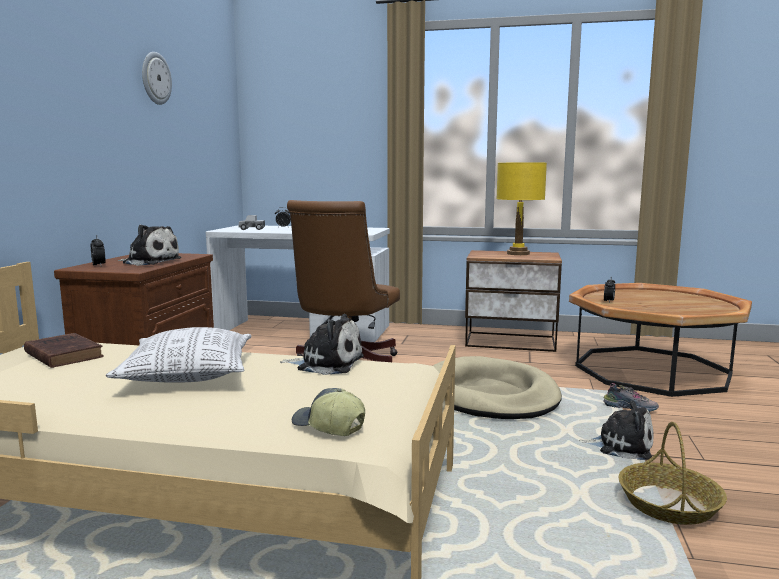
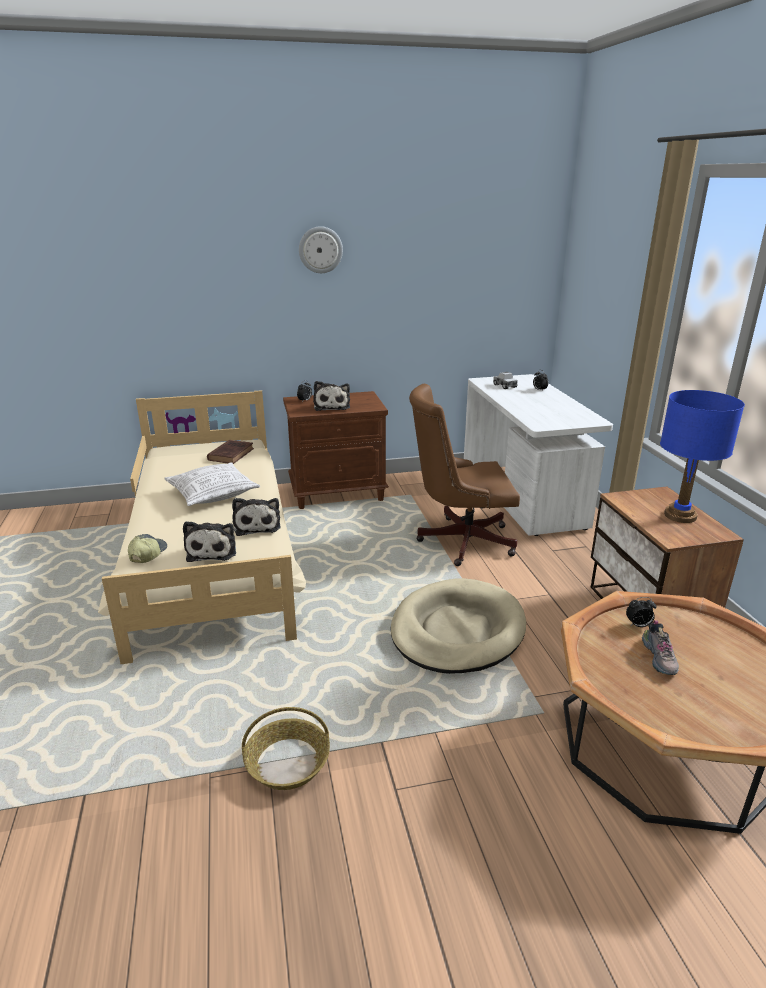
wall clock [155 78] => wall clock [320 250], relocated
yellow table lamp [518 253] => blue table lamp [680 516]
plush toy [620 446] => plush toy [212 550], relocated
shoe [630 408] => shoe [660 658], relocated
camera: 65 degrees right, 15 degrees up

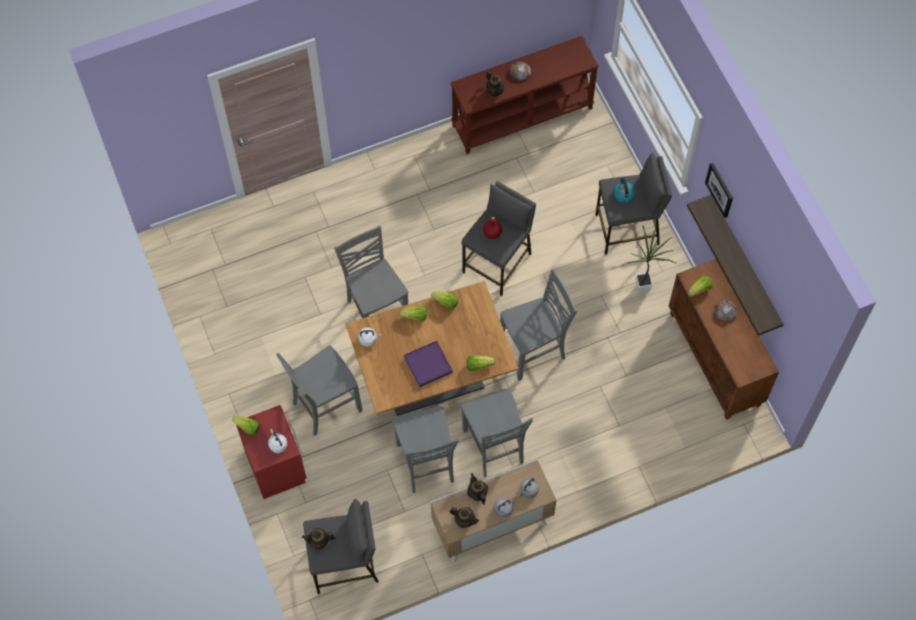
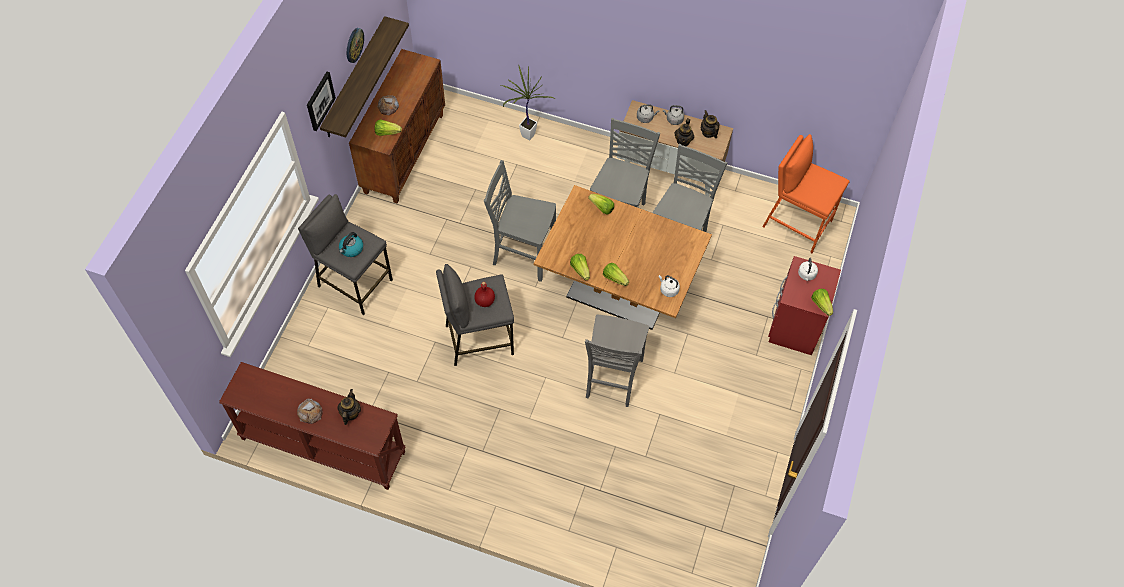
grey chair [325 406] => nothing
teapot [319 542] => nothing
grey stool [345 565] => orange stool [797 223]
purple tray [428 365] => nothing
potted plant [643 286] => potted plant [525 136], relocated
nothing => wall clock [354 45]
camera: 140 degrees left, 5 degrees down

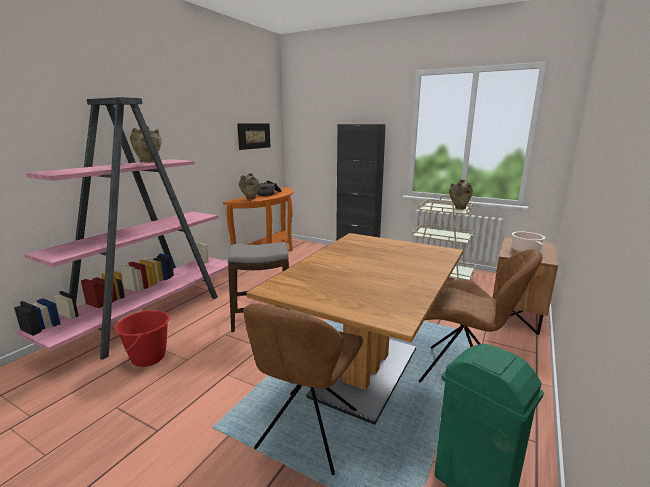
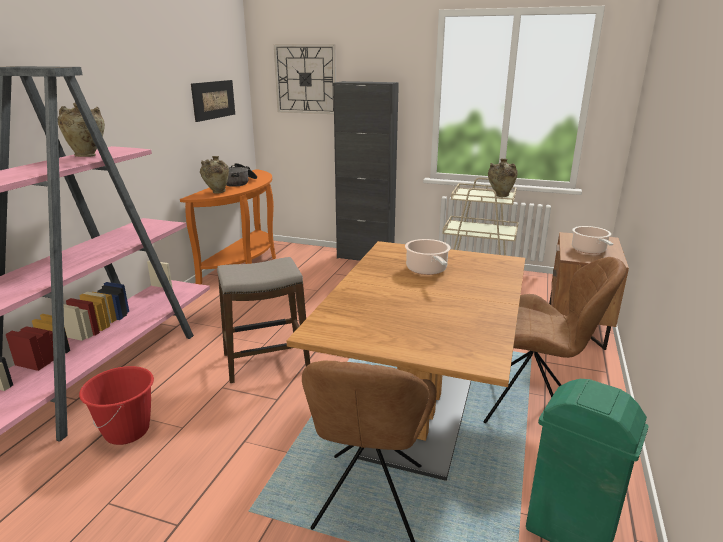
nothing => wall clock [305 79]
nothing => cooking pot [427 270]
camera: 10 degrees left, 5 degrees up

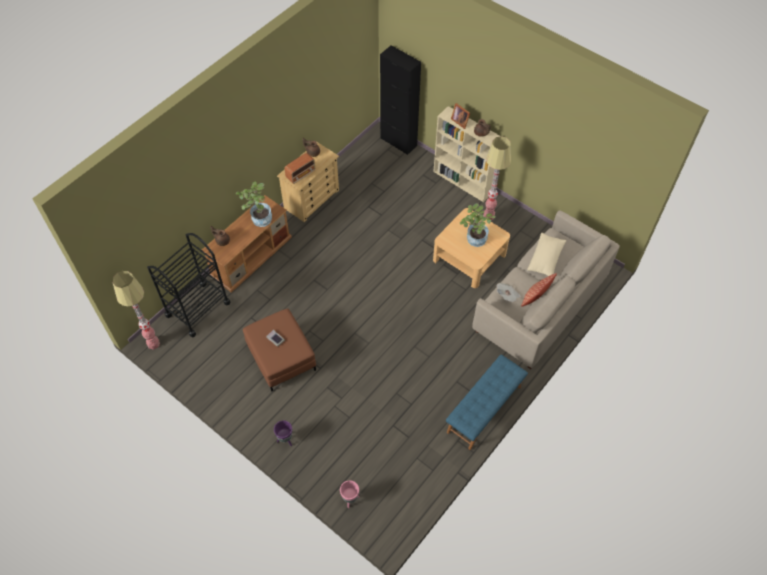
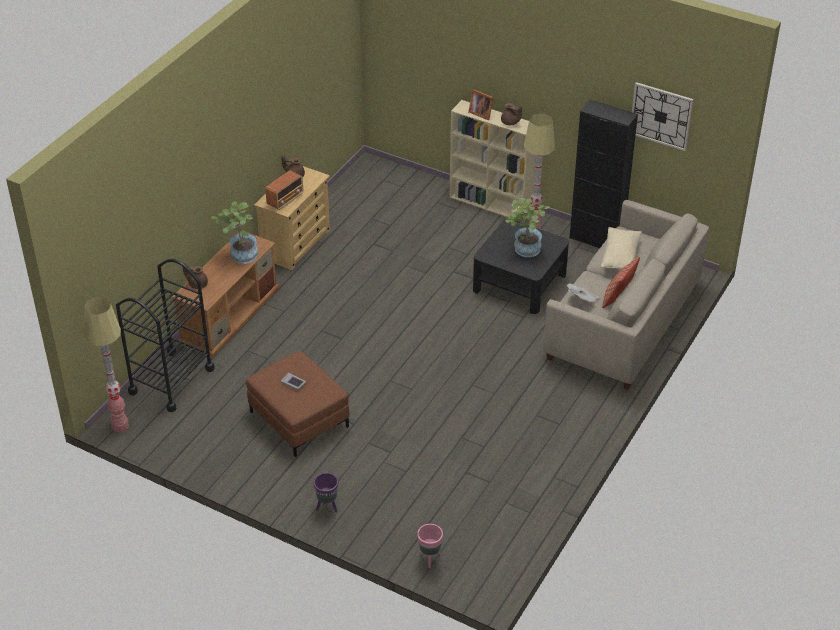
black cabinet [398 142] => black cabinet [596 240], relocated
beige coffee table [469 257] => black coffee table [519 283]
blue bench [484 409] => nothing
nothing => wall clock [661 116]
camera: 10 degrees left, 15 degrees down

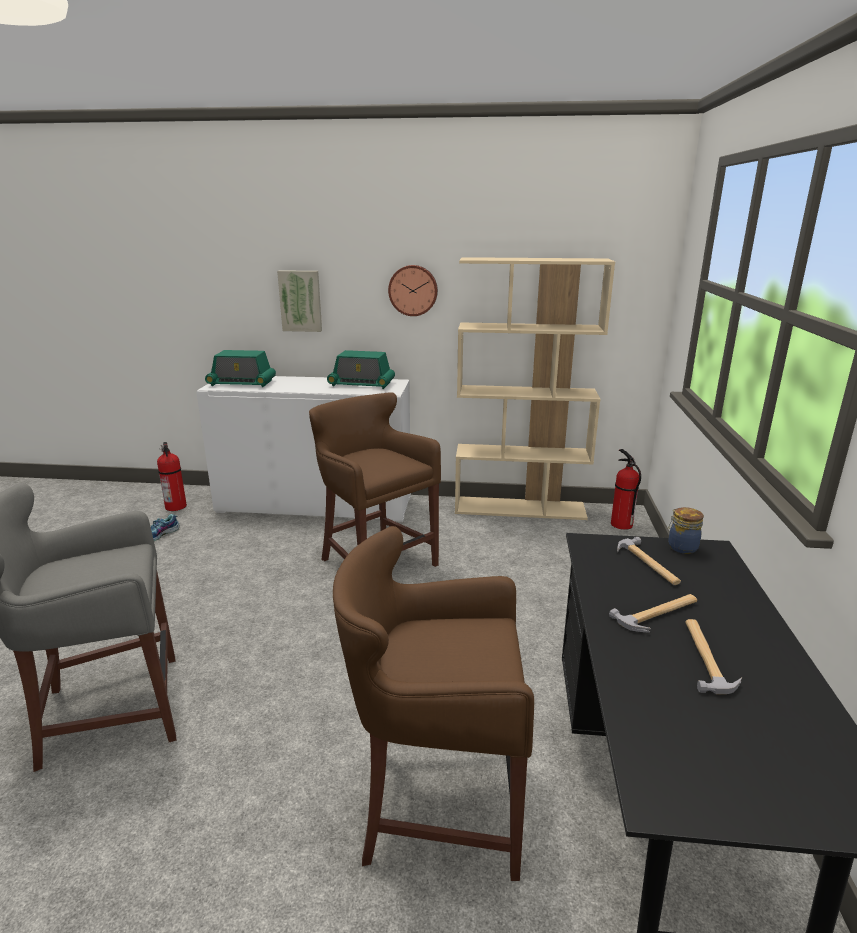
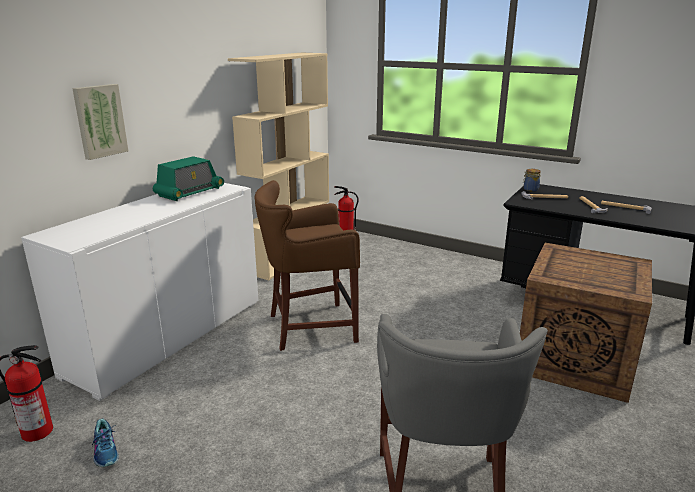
radio [241 383] => nothing
brown stool [435 804] => crate [573 360]
wall clock [413 290] => nothing
camera: 65 degrees left, 0 degrees up

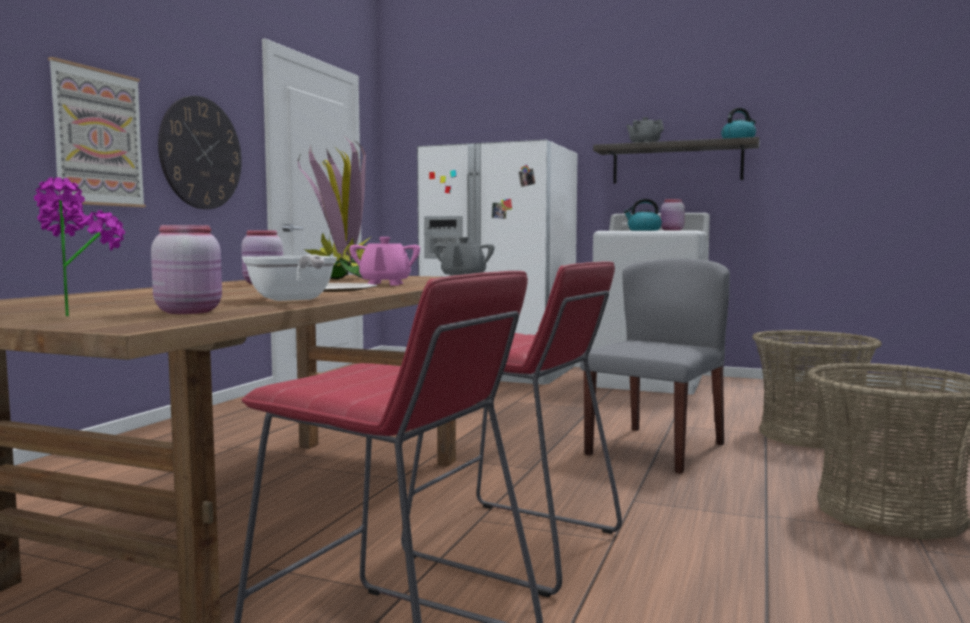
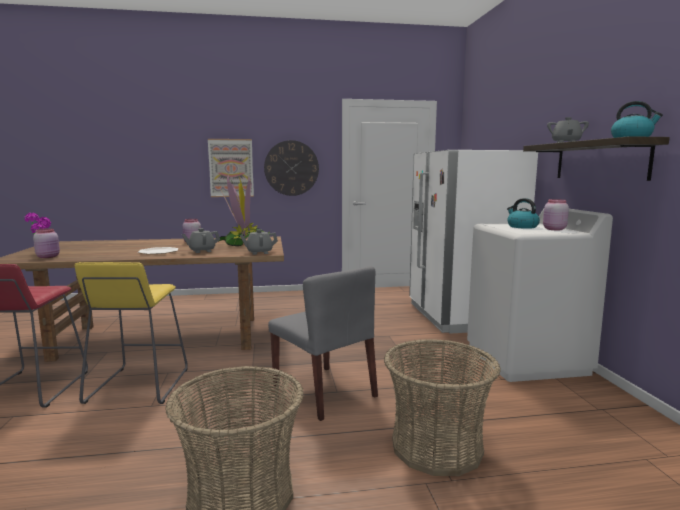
frying pan [292 300] => nothing
pink teapot [385 284] => grey teapot [202 251]
red stool [514 545] => yellow stool [139 386]
grey chair [655 448] => grey chair [325 391], 45 degrees clockwise
camera: 60 degrees right, 5 degrees up

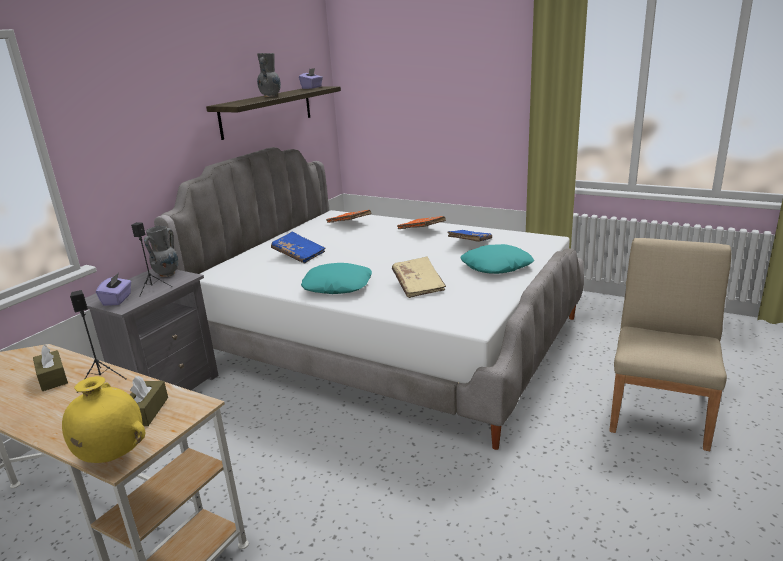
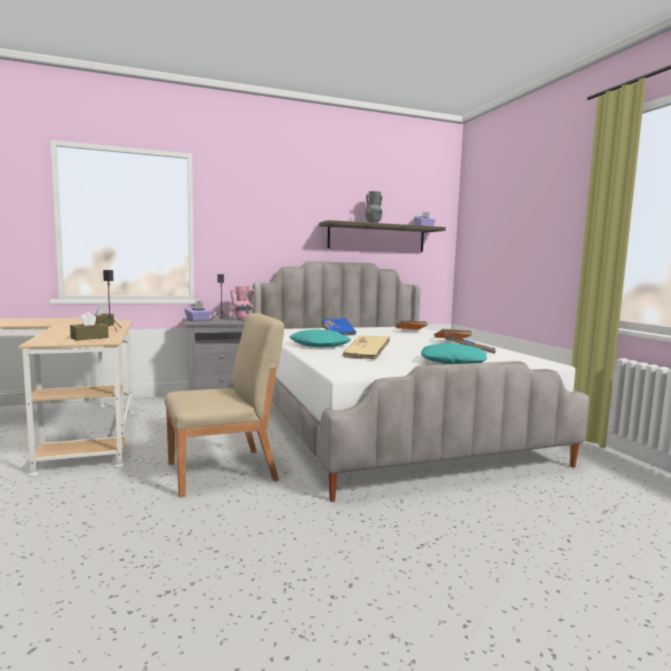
yellow vase [112 456] => nothing
grey vase [166 274] => pink vase [242 319]
beige chair [660 410] => beige chair [223 471], relocated
camera: 40 degrees right, 15 degrees down

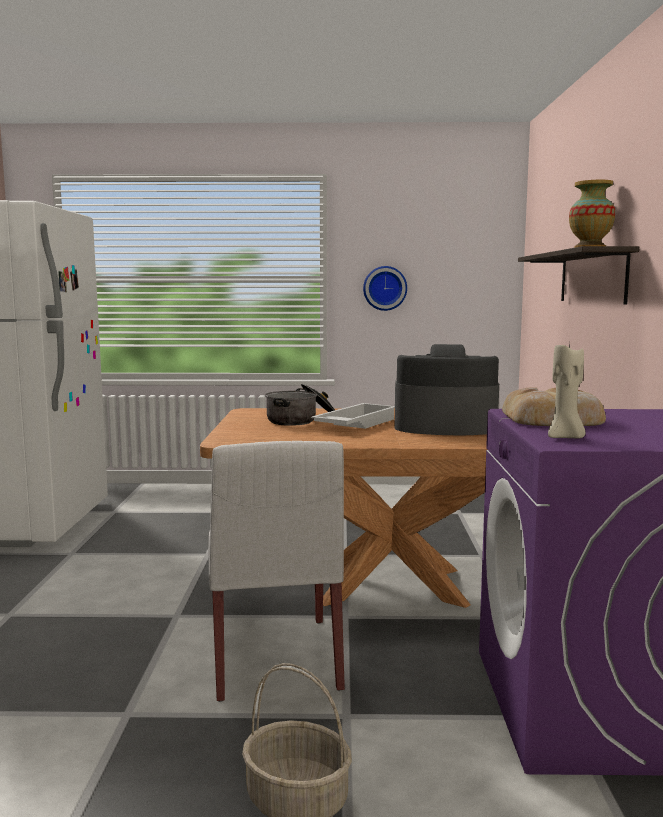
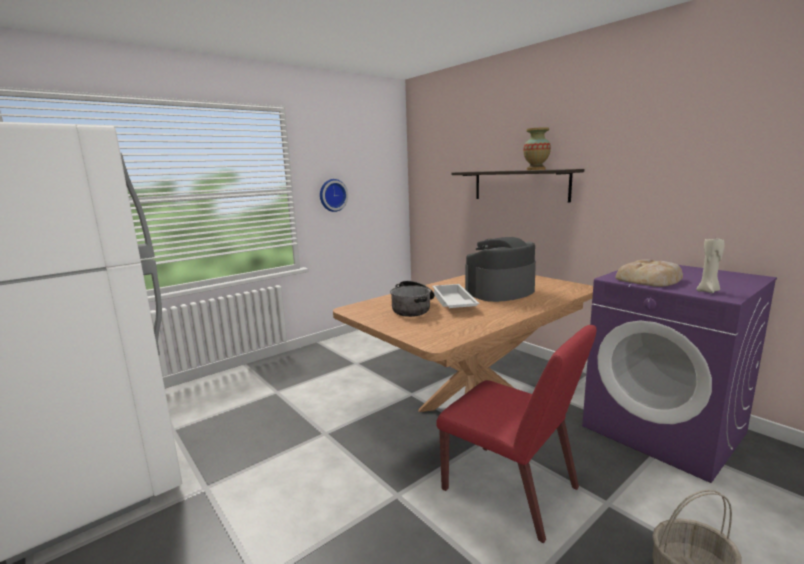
white chair [275 659] => red chair [511 490]
camera: 40 degrees left, 5 degrees up

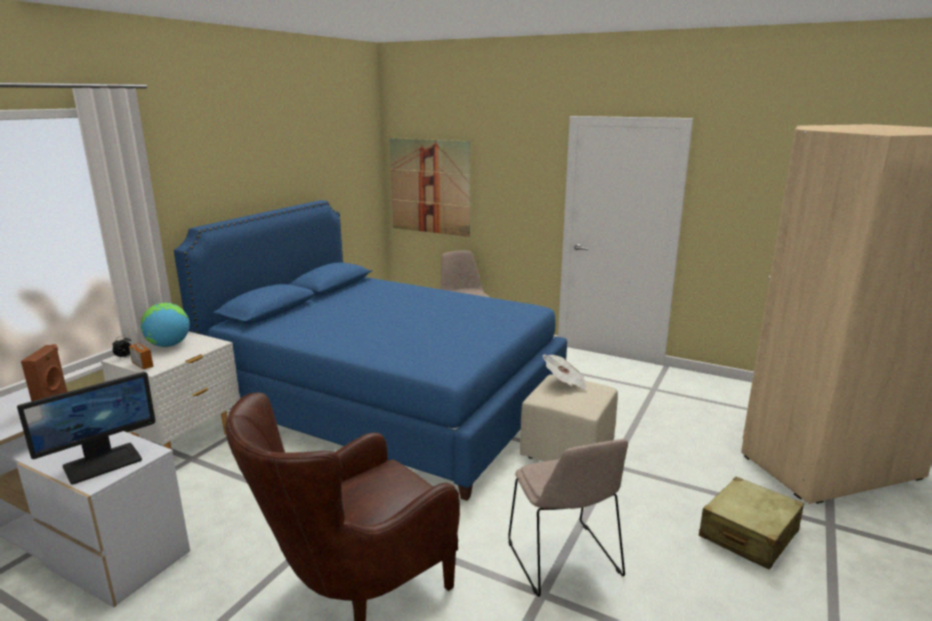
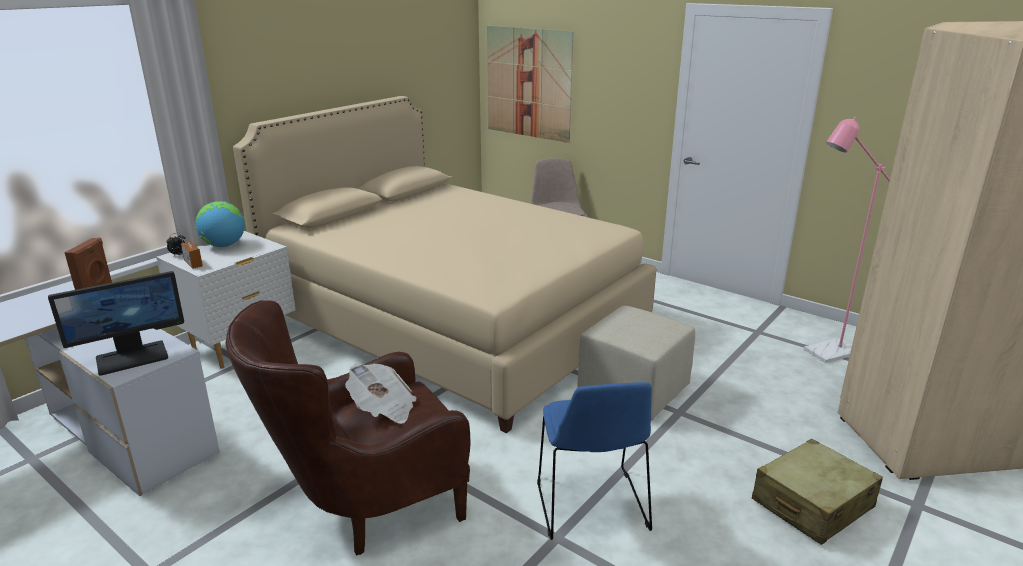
blue bed [388 402] => beige bed [453 322]
beige chair [564 561] => blue chair [591 507]
newspaper [565 383] => newspaper [383 408], relocated
nothing => pink floor lamp [824 354]
camera: 10 degrees right, 5 degrees up

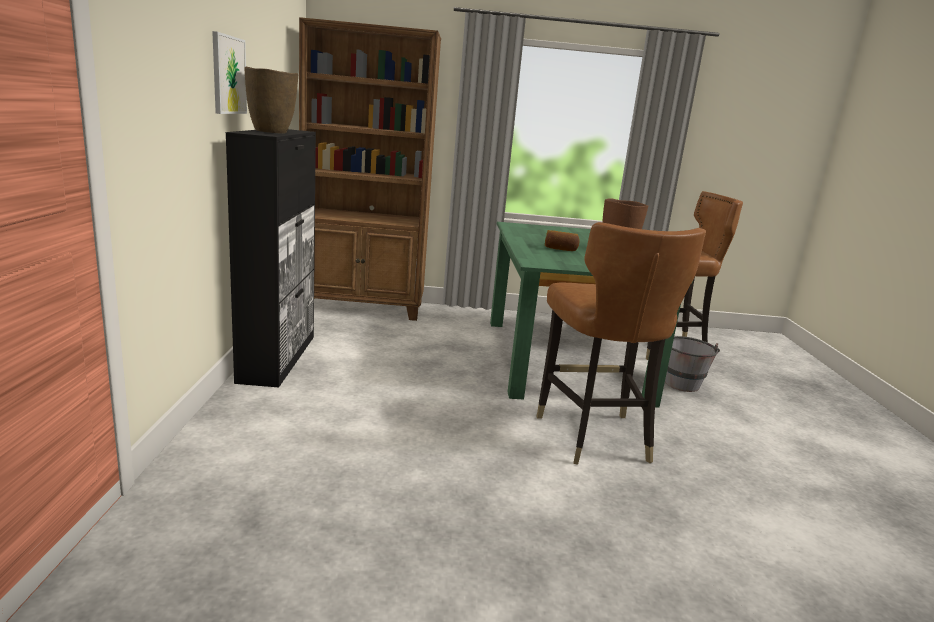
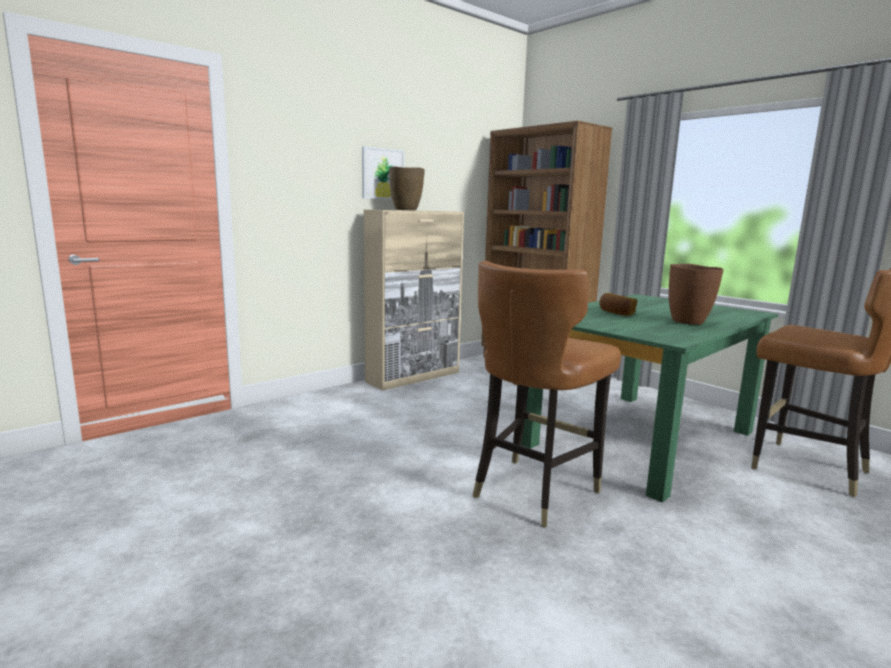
black cabinet [278 358] => beige cabinet [414 377]
grey bucket [681 381] => nothing
camera: 50 degrees right, 5 degrees down

